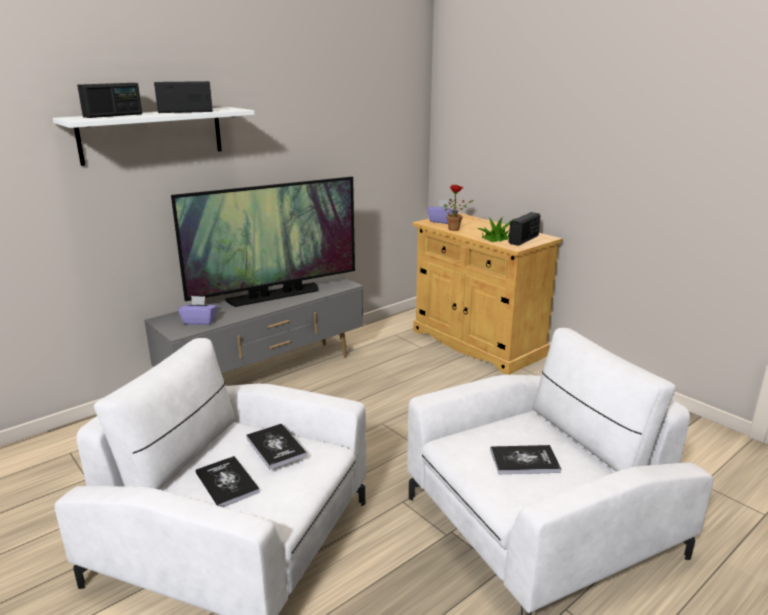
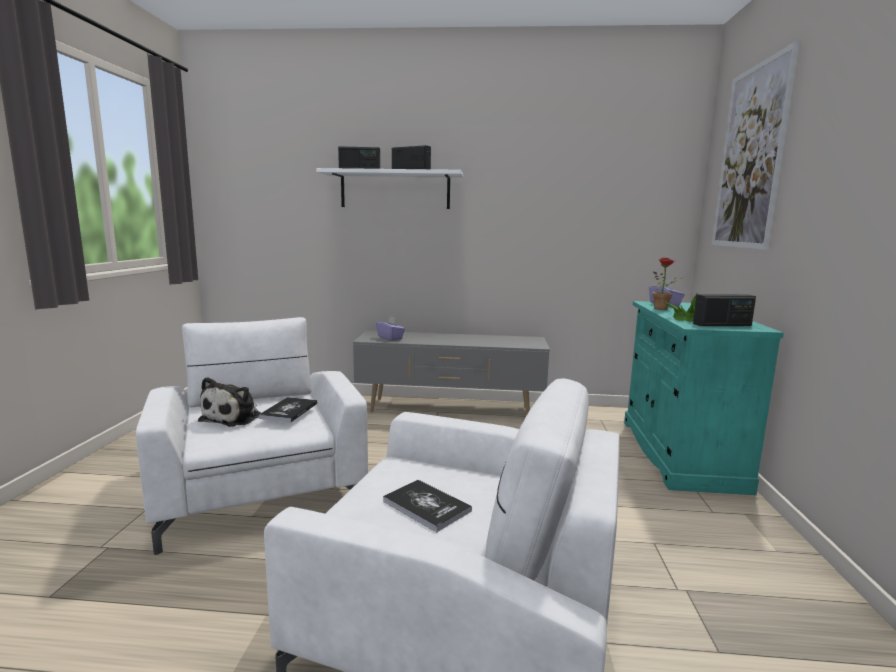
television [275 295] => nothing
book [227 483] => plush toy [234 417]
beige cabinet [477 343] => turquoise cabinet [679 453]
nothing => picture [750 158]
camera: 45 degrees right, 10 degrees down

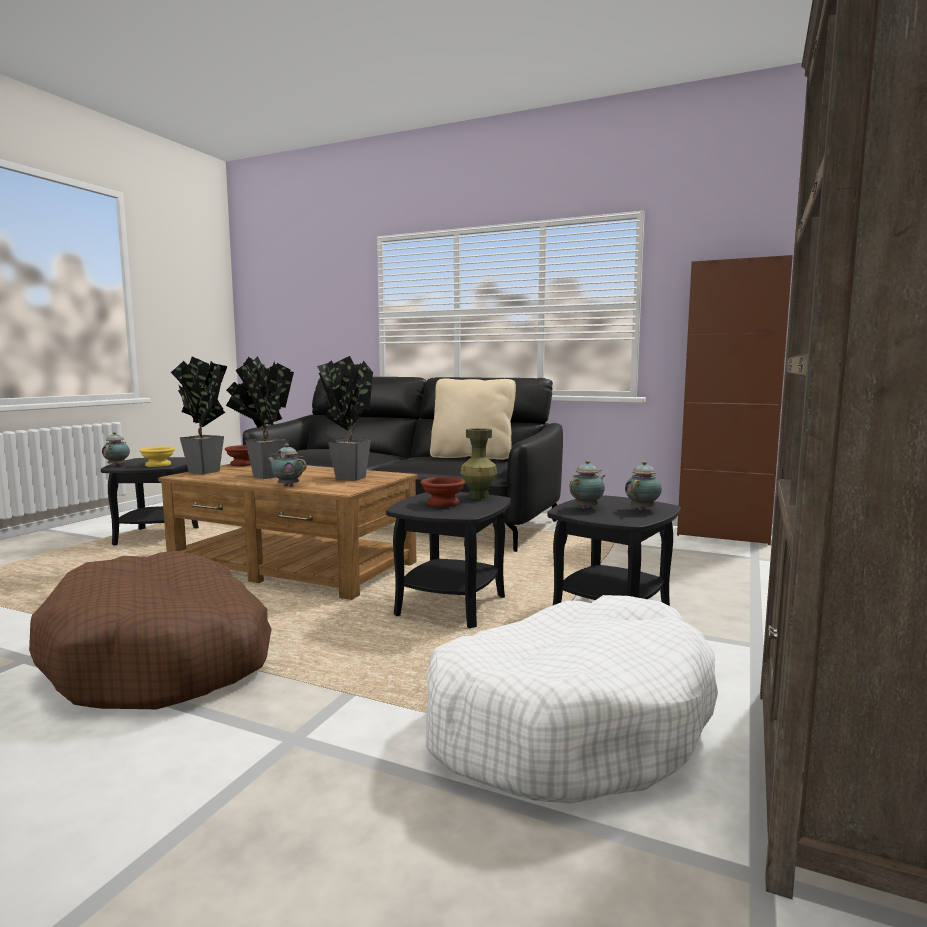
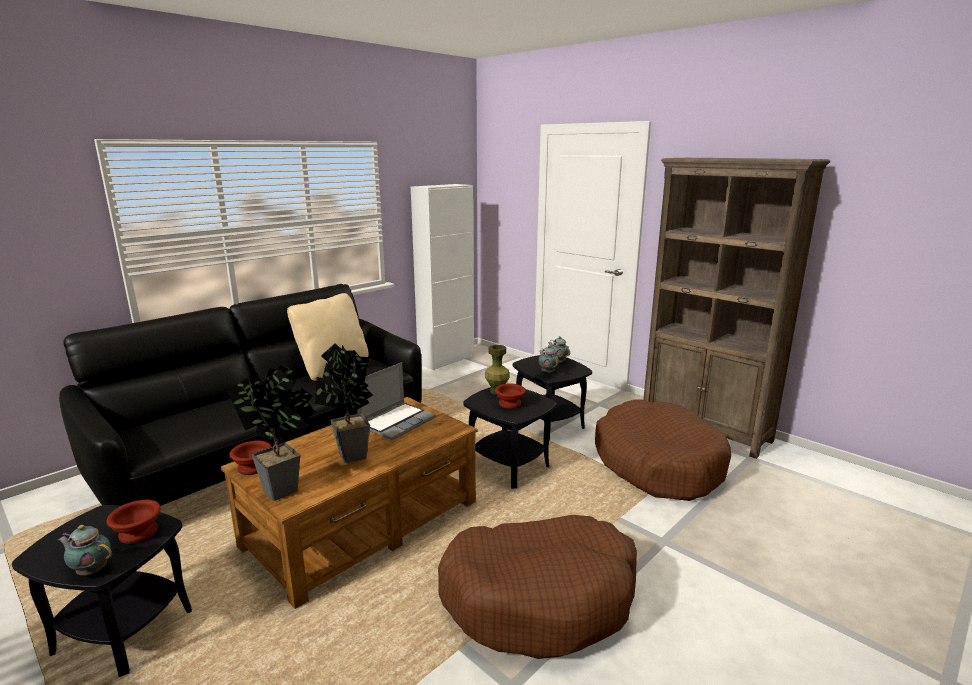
yellow bowl [158 465] => brown bowl [140 532]
teapot [287 486] => nothing
potted plant [347 477] => laptop [397 422]
white dog bed [569 722] => brown dog bed [658 464]
brown cabinet [723 535] => white cabinet [446 360]
camera: 70 degrees left, 10 degrees up

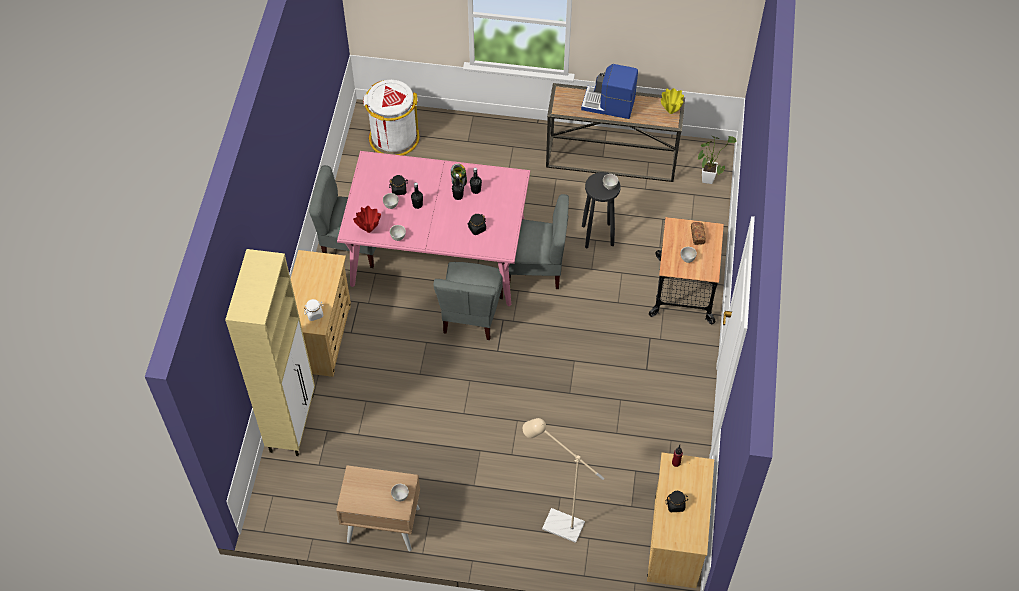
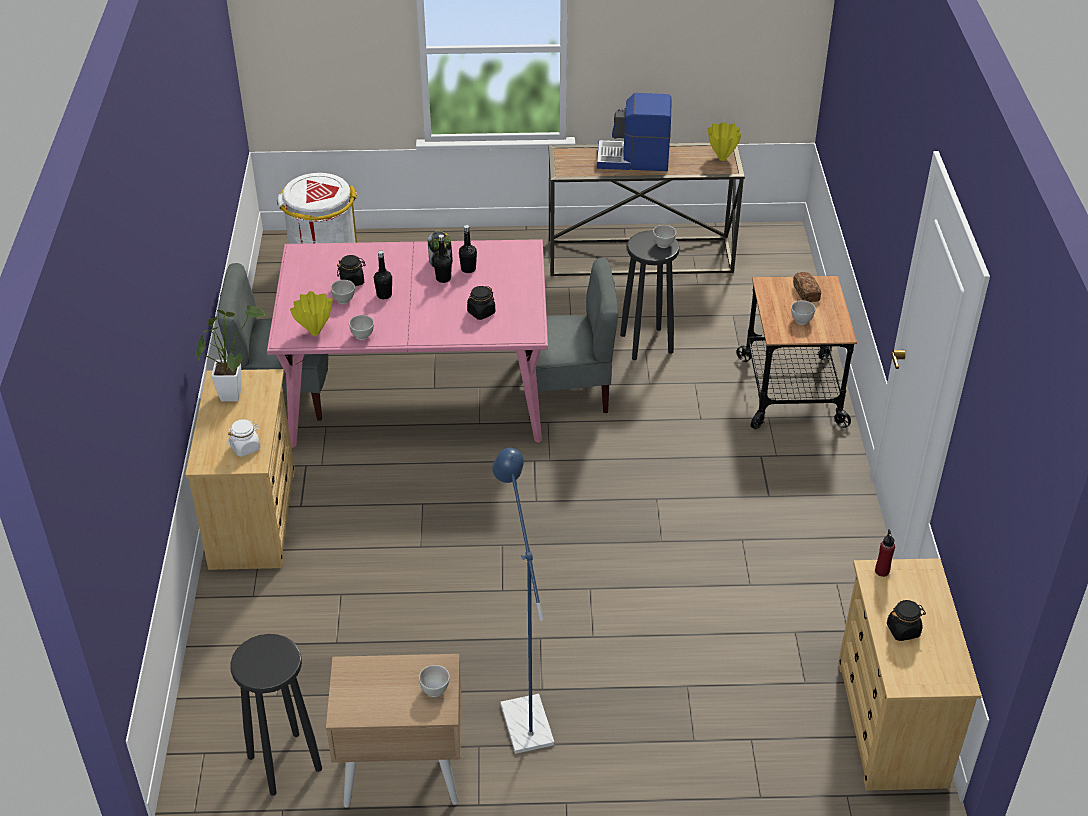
beige cabinet [292 422] => nothing
red vase [369 230] => yellow vase [316 332]
grey chair [471 315] => nothing
beige floor lamp [556 523] => nothing
potted plant [708 177] => potted plant [232 392], relocated
nothing => black stool [284 762]
nothing => blue floor lamp [523 714]
camera: 10 degrees left, 15 degrees down

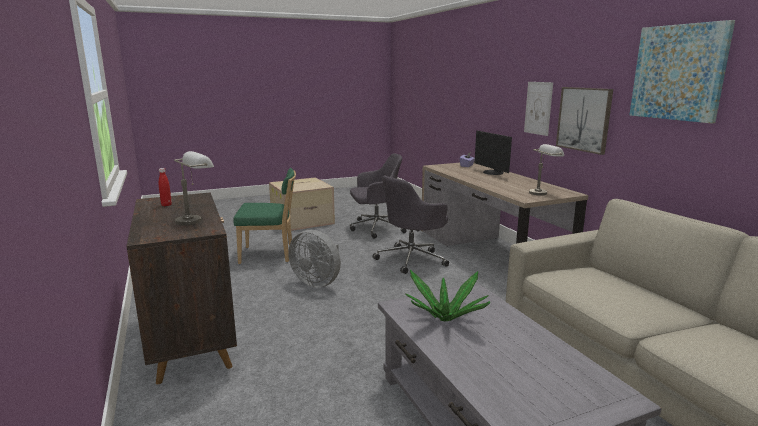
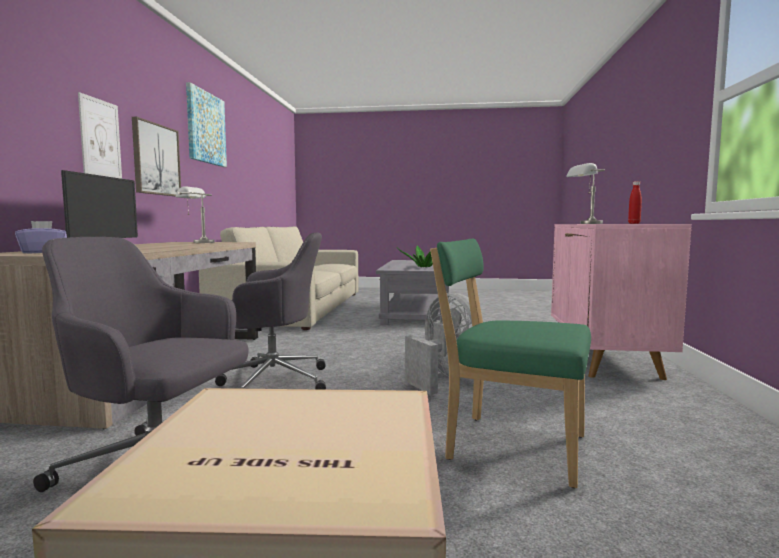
brown cabinet [191 340] => pink cabinet [604 358]
camera: 150 degrees left, 10 degrees down

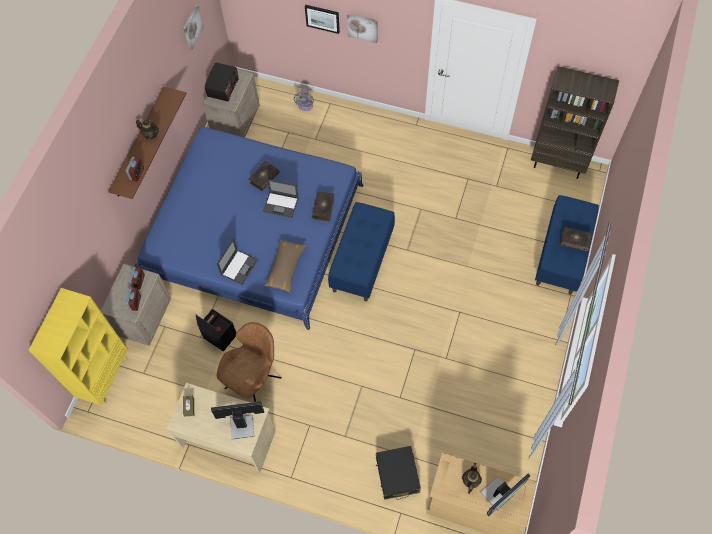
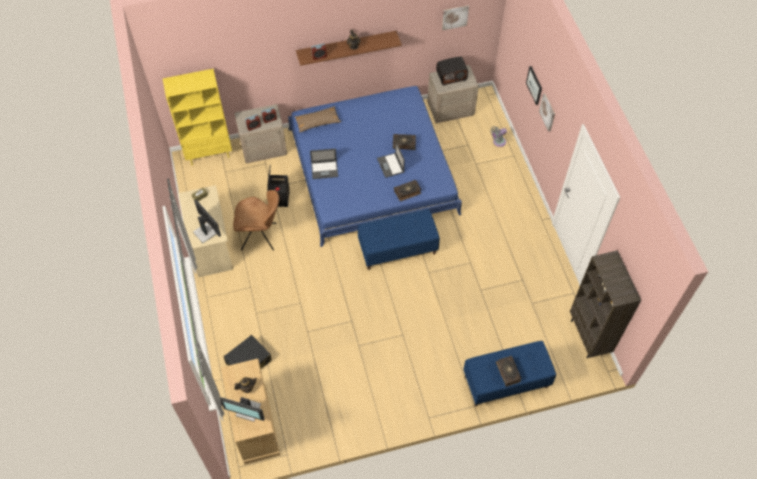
brown pillow [285 268] => brown pillow [317 122], relocated
camera: 55 degrees right, 5 degrees down

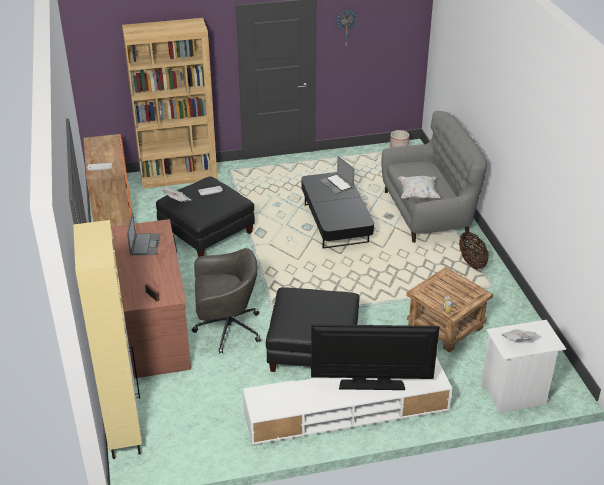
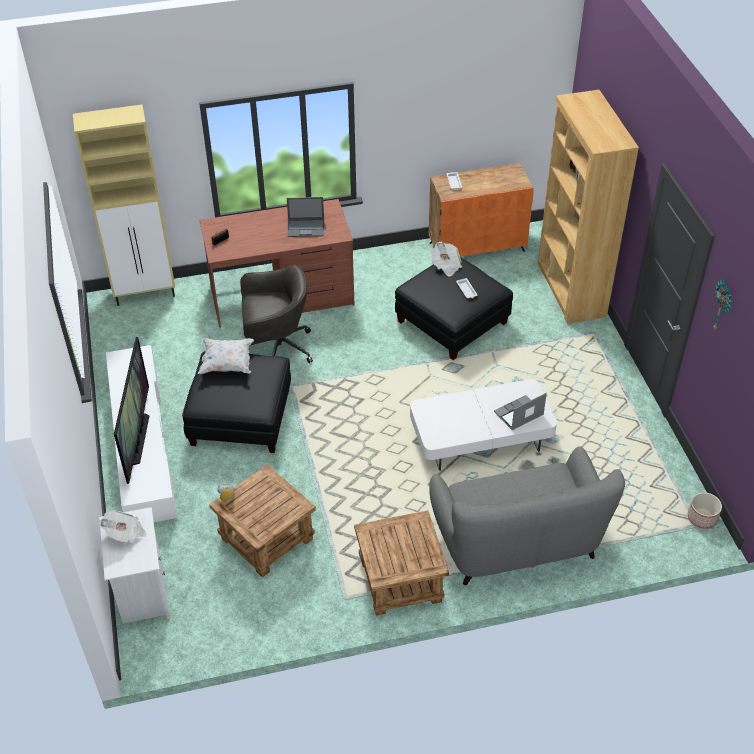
grey office chair [226 329] => grey office chair [276 349], 90 degrees counterclockwise
black coffee table [335 223] => white coffee table [480 438]
white pillow [418 195] => white pillow [227 364], relocated
basket [471 262] => brown side table [399 581]
camera: 90 degrees right, 10 degrees up

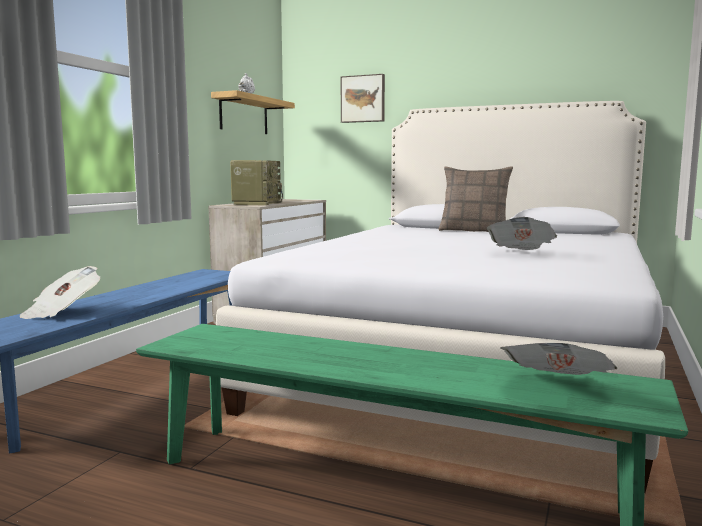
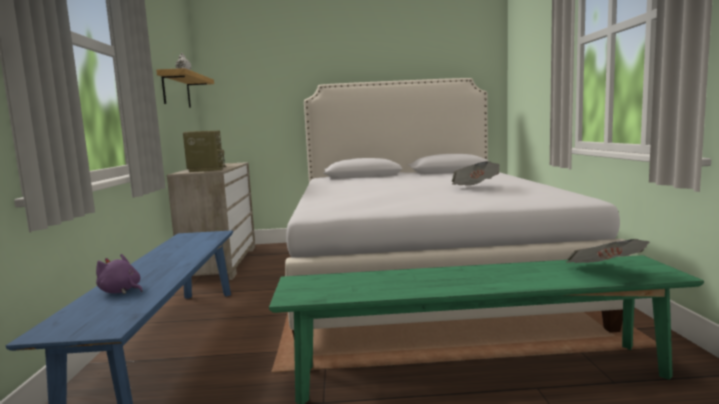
newspaper [62 312] => purple plush toy [121 291]
picture [363 99] => nothing
pillow [474 230] => nothing
camera: 25 degrees left, 0 degrees up

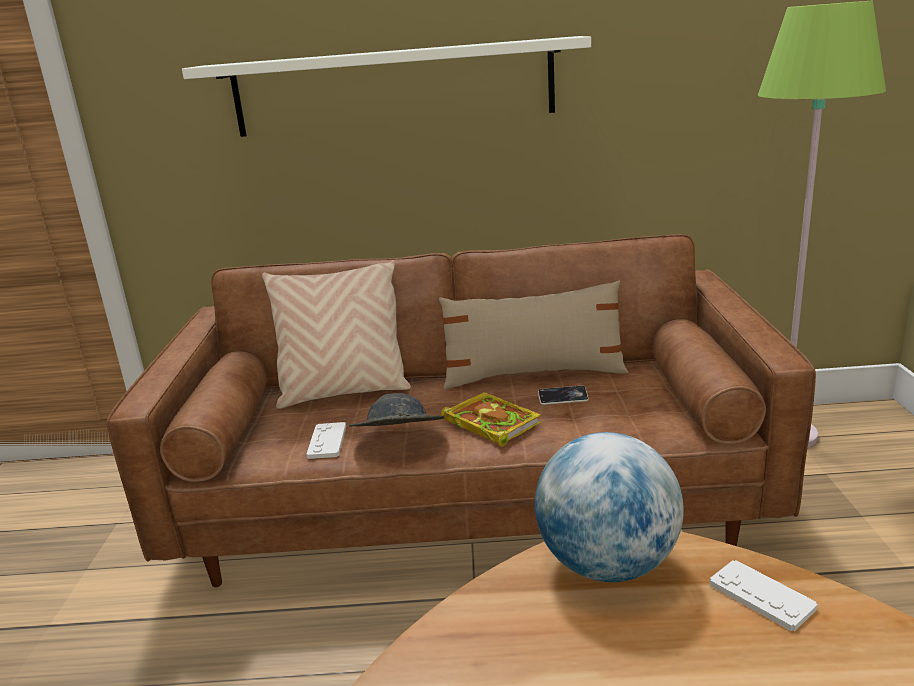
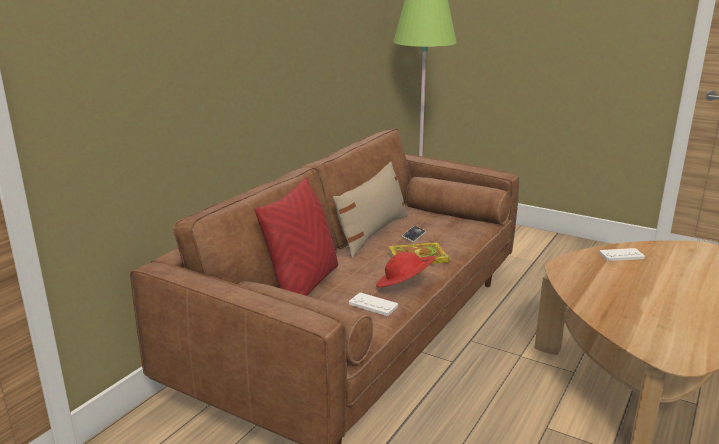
white shelf [393 88] => nothing
beige pillow [344 392] => red pillow [304 286]
grey hat [398 442] => red hat [404 286]
globe [607 565] => nothing
camera: 60 degrees left, 0 degrees up

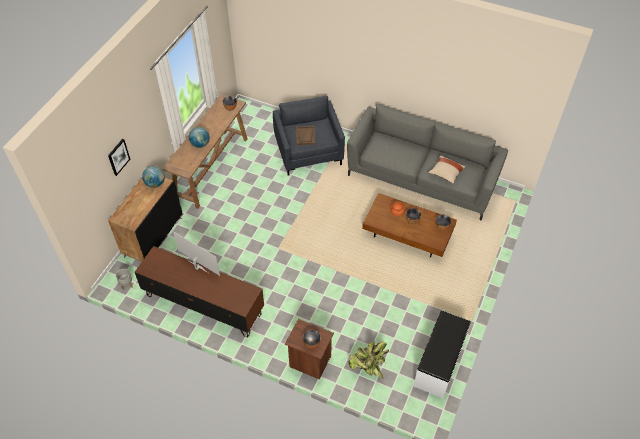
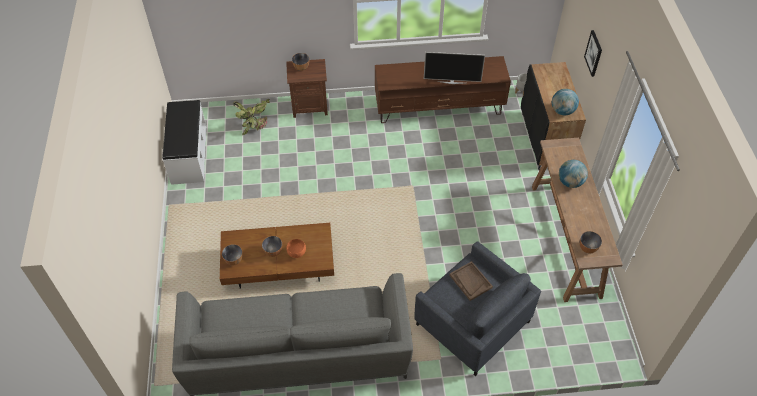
beige pillow [446 173] => nothing
camera: 150 degrees right, 0 degrees up

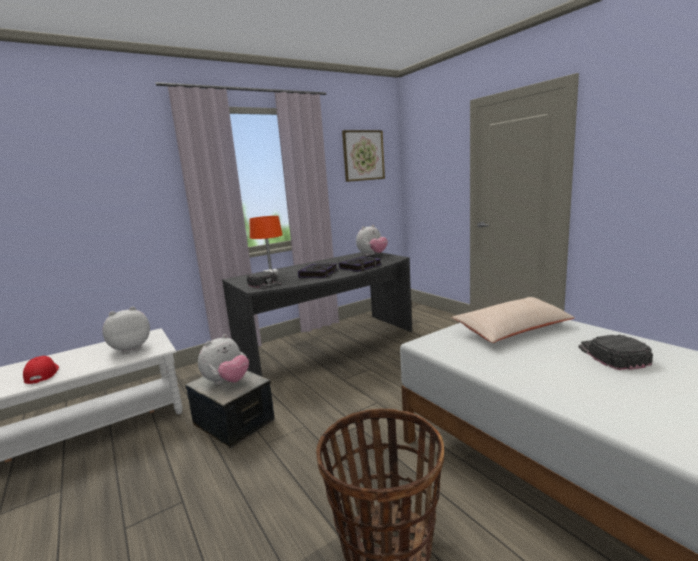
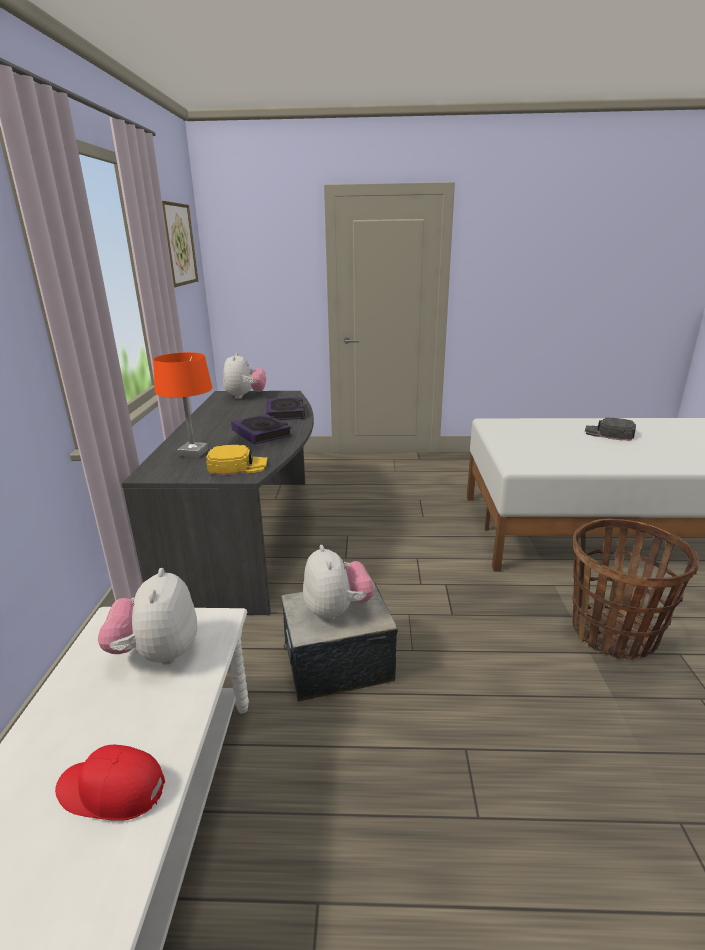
black cap [265 284] => yellow cap [237 466]
beige pillow [512 330] => nothing
camera: 55 degrees left, 10 degrees up

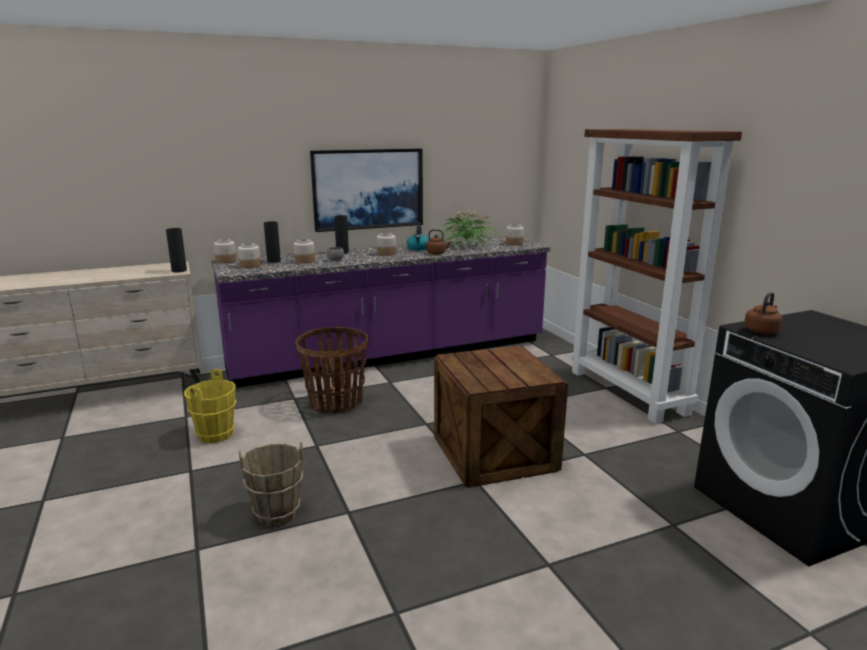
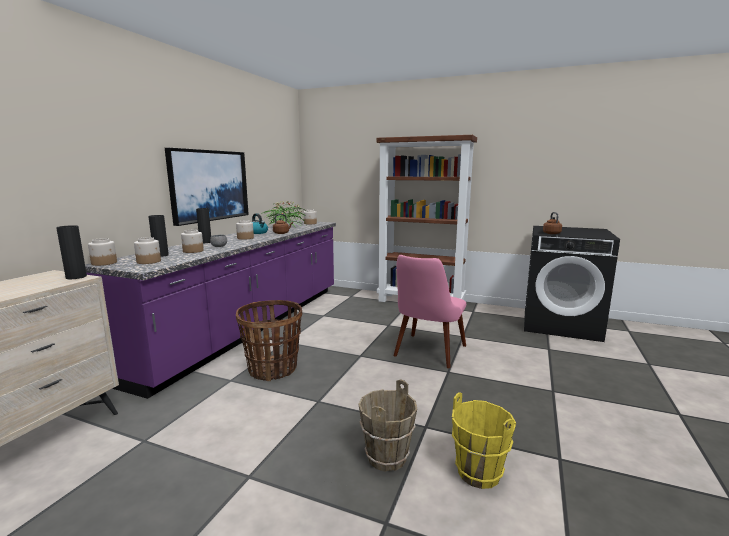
yellow bucket [216 435] => yellow bucket [479 472], relocated
crate [493 453] => pink chair [427 354]
camera: 45 degrees left, 5 degrees down

